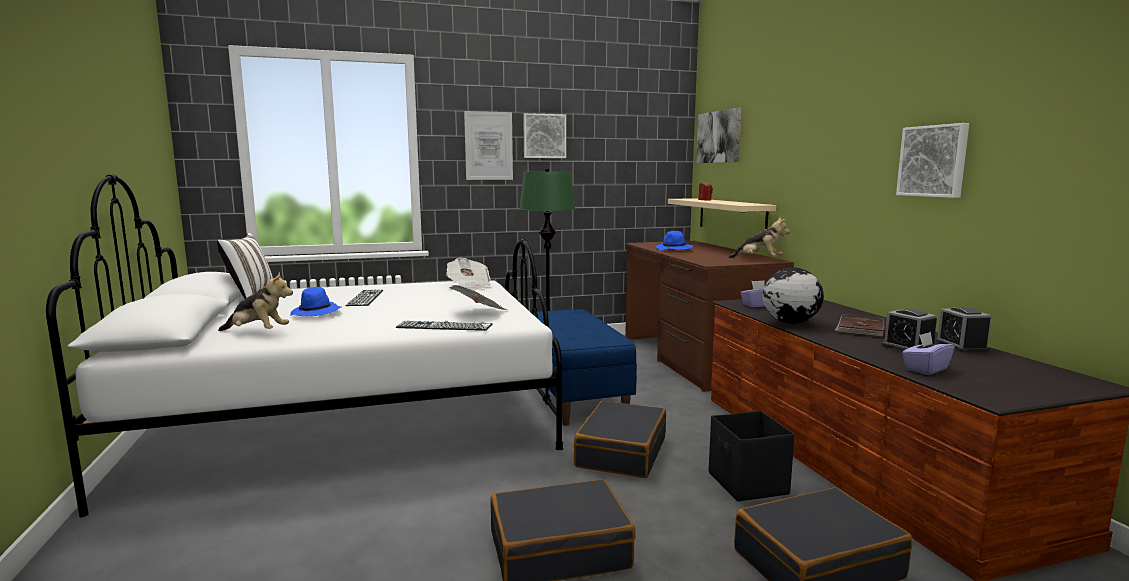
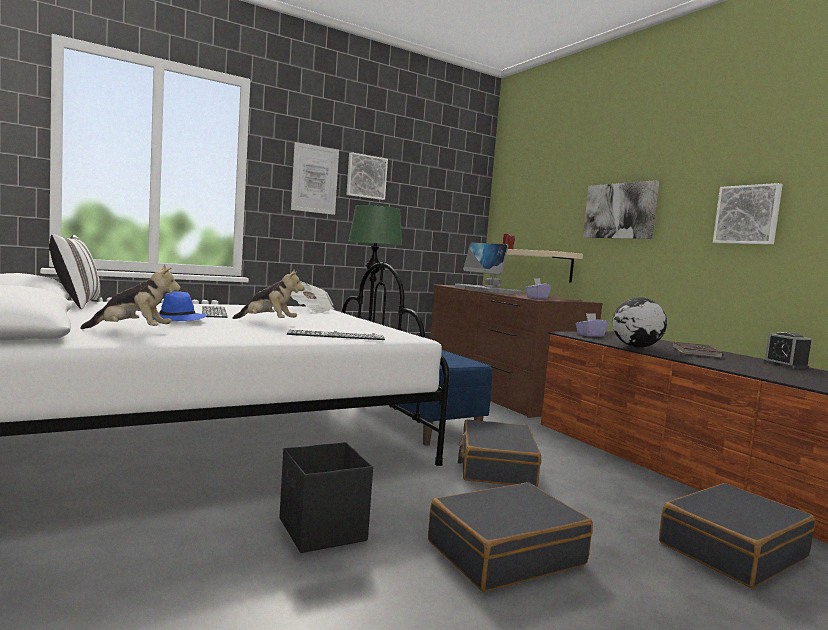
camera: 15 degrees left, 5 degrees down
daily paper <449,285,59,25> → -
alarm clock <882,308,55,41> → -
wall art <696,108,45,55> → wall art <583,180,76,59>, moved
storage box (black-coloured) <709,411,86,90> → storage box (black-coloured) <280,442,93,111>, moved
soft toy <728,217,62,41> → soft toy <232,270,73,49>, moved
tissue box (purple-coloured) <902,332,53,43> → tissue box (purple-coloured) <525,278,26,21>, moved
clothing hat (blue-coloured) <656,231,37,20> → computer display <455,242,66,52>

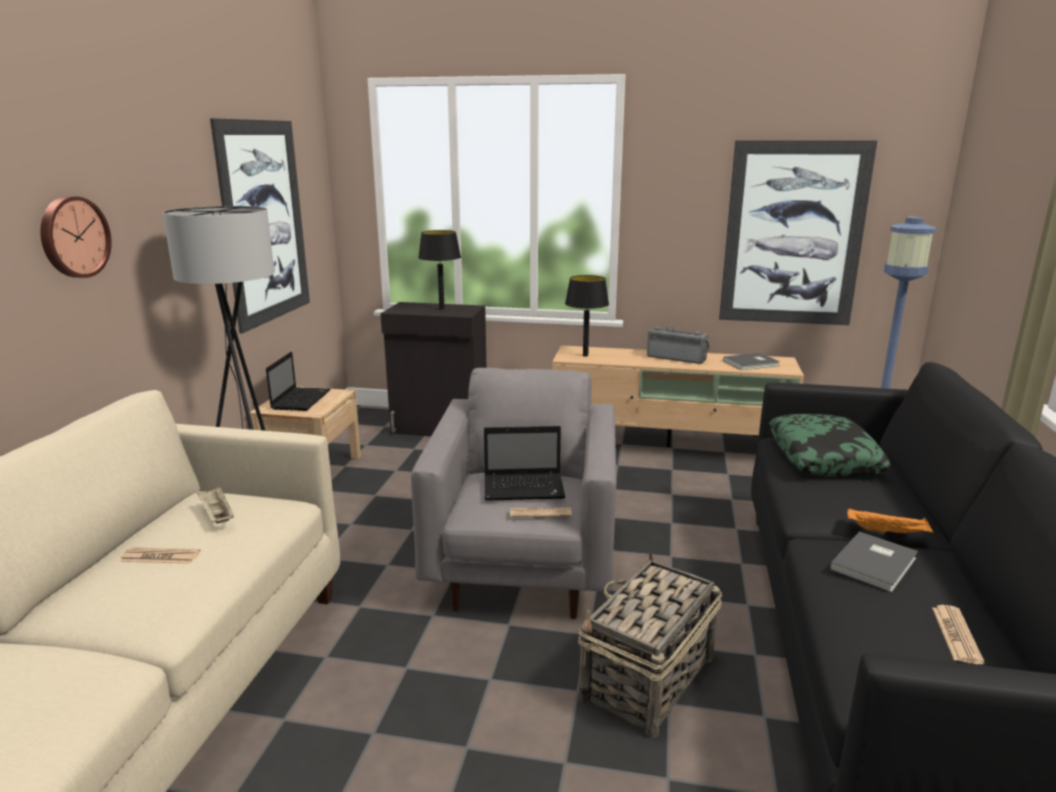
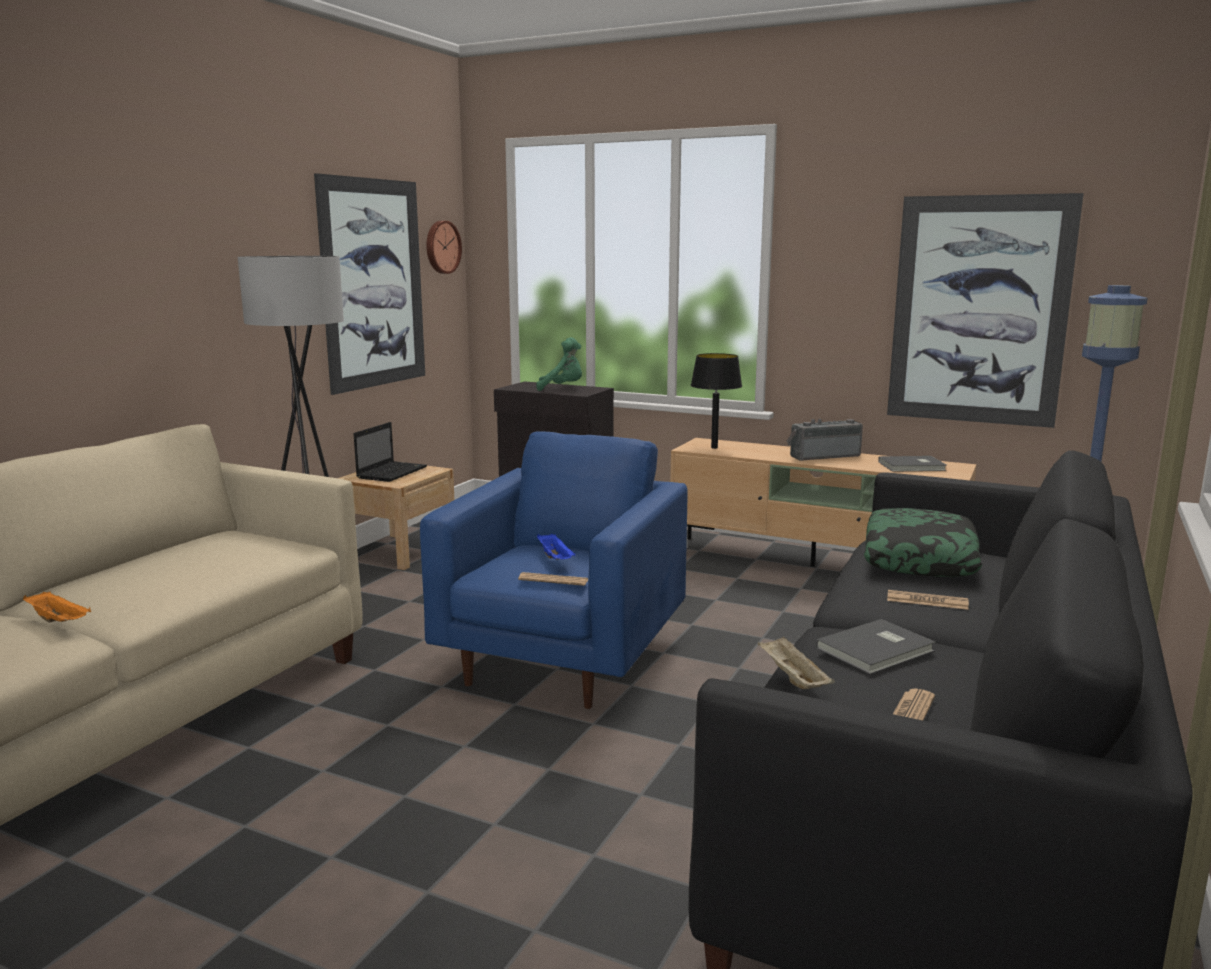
camera: 15 degrees right, 5 degrees down
storage basket <578,551,144,187> → -
clock on the wall <40,196,72,82> → clock on the wall <427,221,35,53>, moved
daily paper <120,547,81,17> → daily paper <887,590,82,20>, moved
tray (beige) <197,487,37,37> → tray (beige) <758,636,77,53>, moved
tray (orange-coloured) <847,508,86,27> → tray (orange-coloured) <23,592,68,31>, moved
table lamp (black-coloured) <418,230,43,80> → soft toy (greenish) <536,337,46,54>
notebook computer <484,426,81,75> → tray (blue-coloured) <537,534,38,26>
lounge chair (greyish) <411,368,205,251> → lounge chair (blue-coloured) <420,431,268,278>
radio receiver <647,326,63,38> → radio receiver <787,419,76,42>, 60 degrees counterclockwise

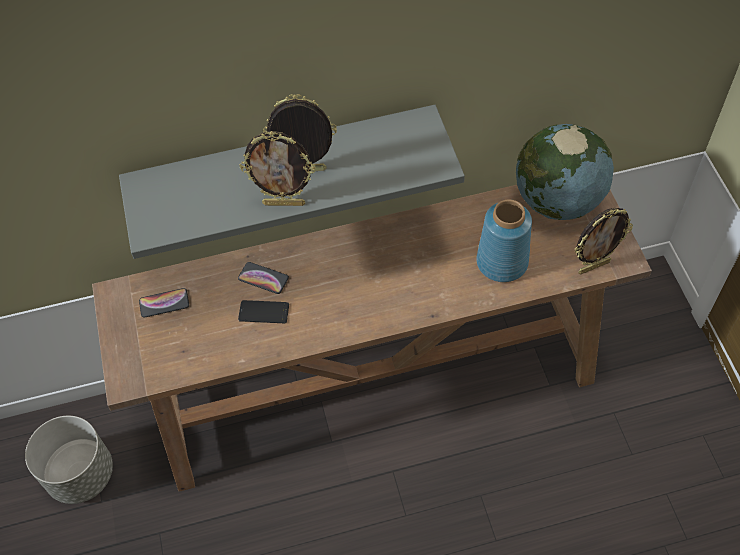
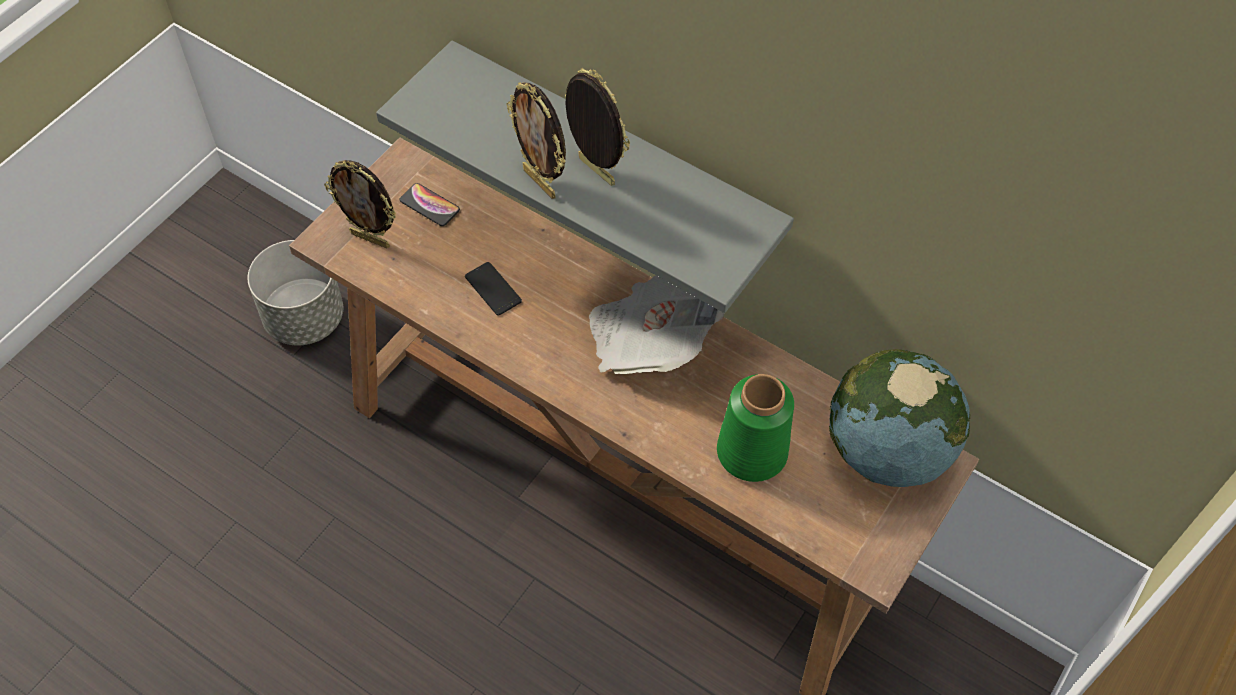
camera: 45 degrees right, 0 degrees up
phone <238,262,51,32> → -
- → daily paper <589,275,135,99>
picture frame <575,208,58,66> → picture frame <324,160,72,88>, moved
decorative vase (blue-coloured) <476,199,56,83> → decorative vase (greenish) <717,374,77,108>

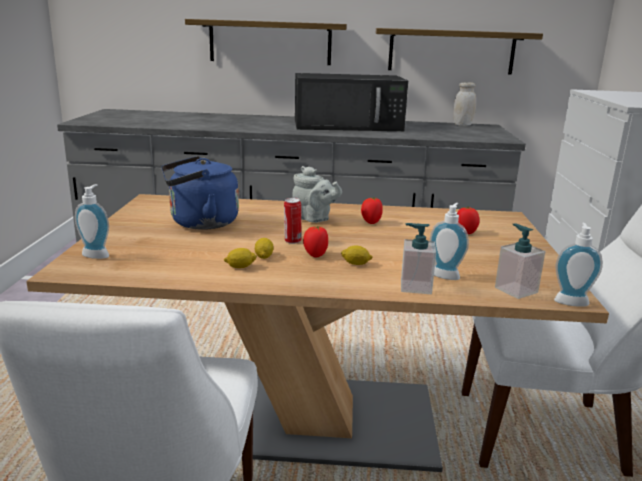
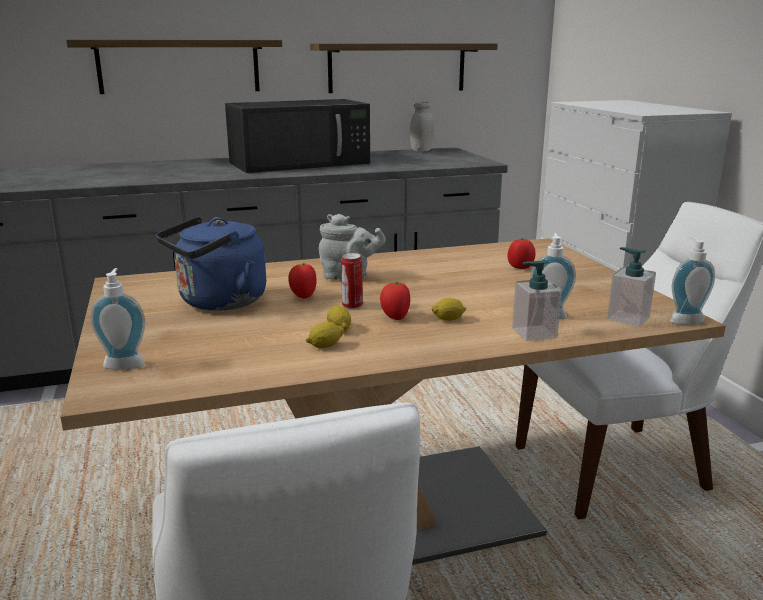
camera: 20 degrees left, 0 degrees up
fresh tomato <361,197,22,27> → fresh tomato <288,263,29,36>, moved

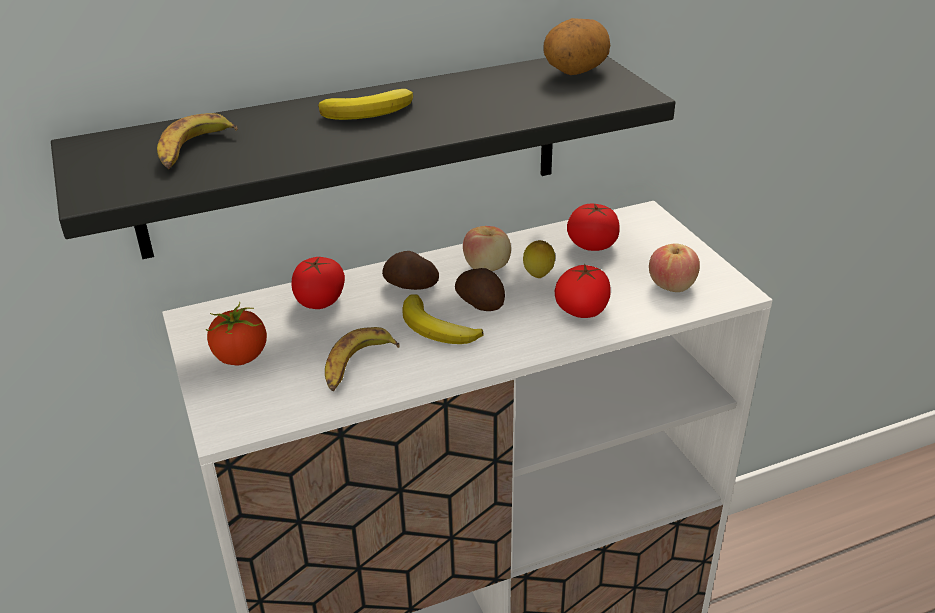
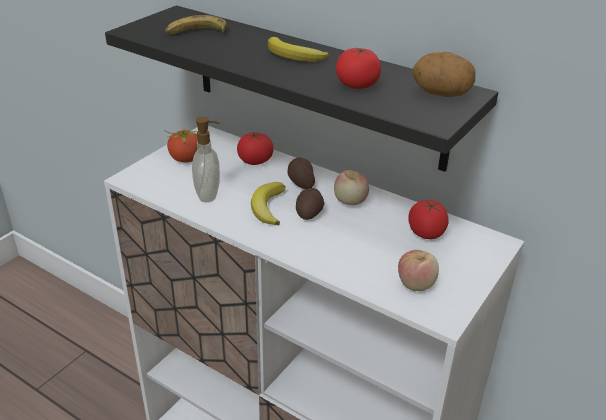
camera: 55 degrees right, 0 degrees up
whole lemon <523,240,32,38> → -
fresh tomato <555,263,56,55> → fresh tomato <336,48,45,41>, moved
whole banana <325,327,75,64> → soap dispenser <192,117,28,85>

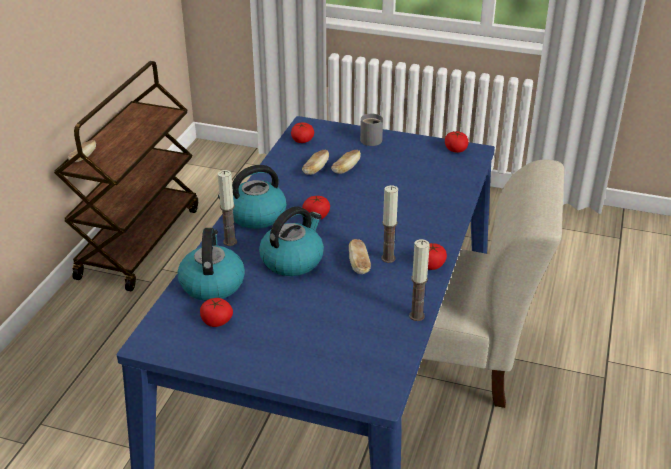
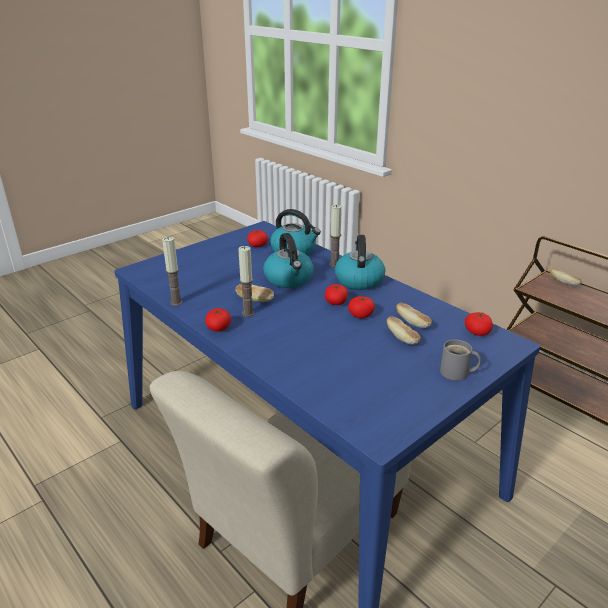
camera: 120 degrees right, 5 degrees down
fresh tomato <445,131,24,22> → fresh tomato <348,296,27,23>, moved

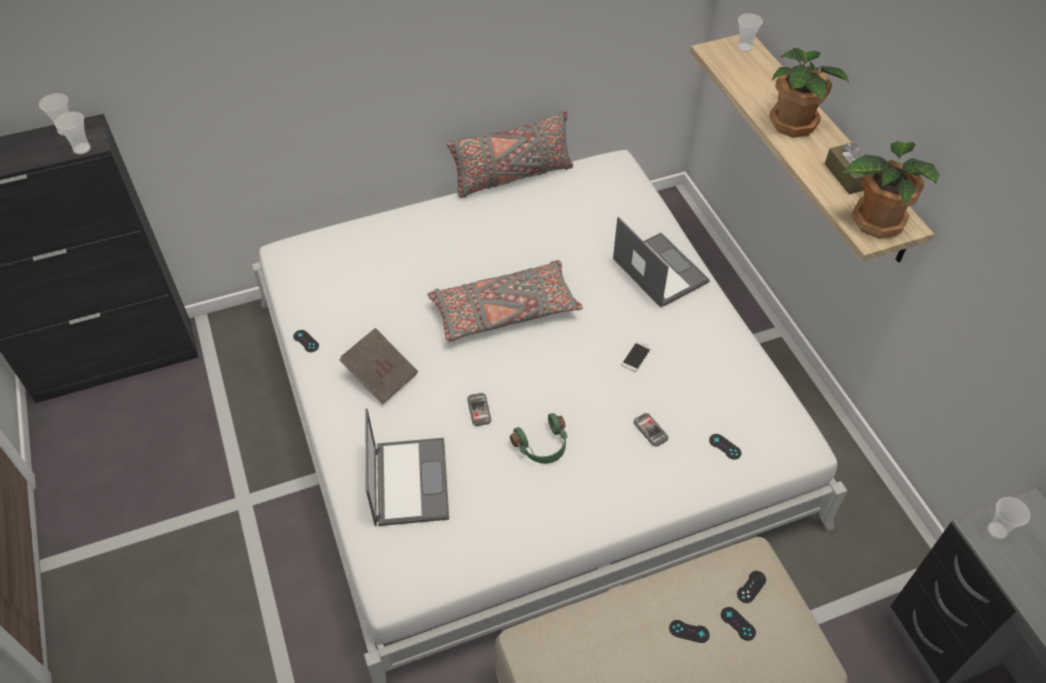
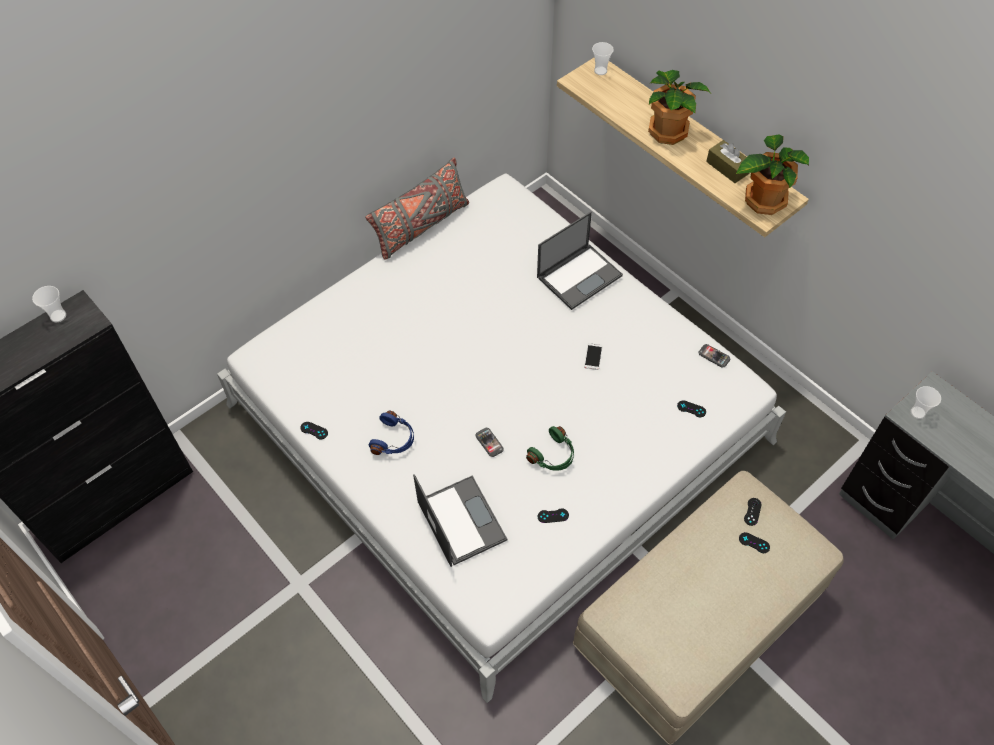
camera: 20 degrees left, 5 degrees up
small cup <54,112,37,42> → -
cushion (greyish) <428,260,155,82> → -
phone <633,413,36,34> → phone <699,344,31,24>, moved
joypad (black-coloured) <669,620,41,23> → joypad (black-coloured) <538,509,31,14>, moved
bound book (brown-coloured) <339,328,79,76> → pair of headphones (blue-coloured) <369,410,45,45>
notebook computer <613,217,97,91> → notebook computer <537,212,86,98>, 105 degrees clockwise

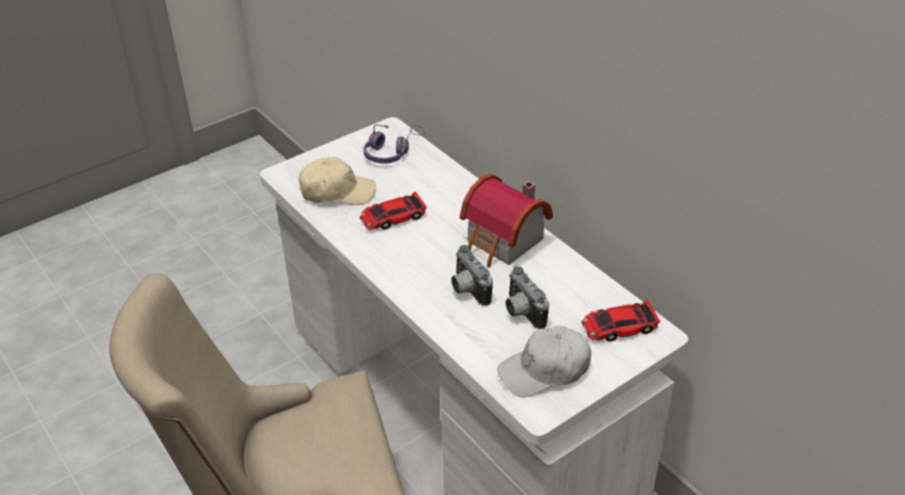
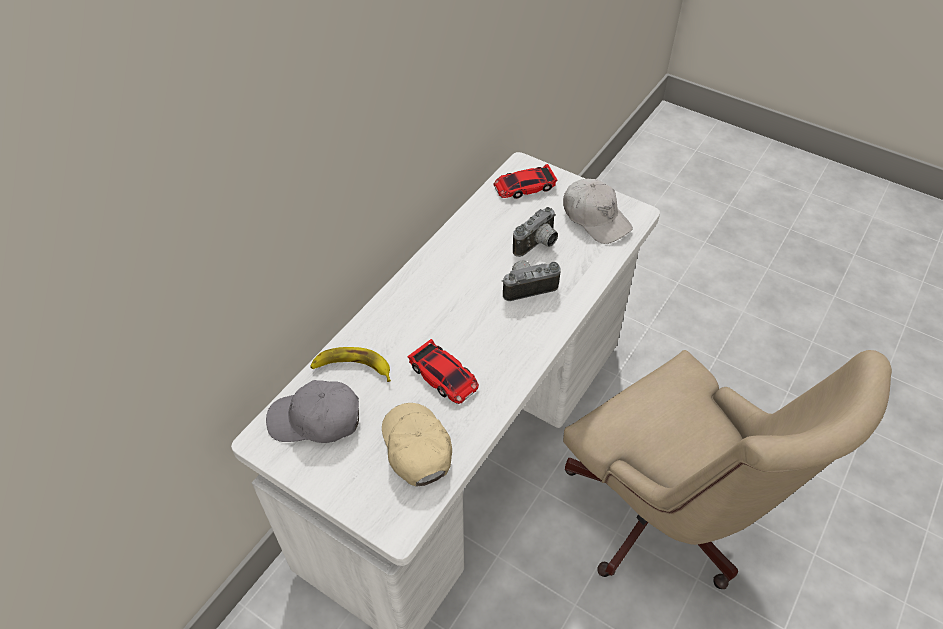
camera: 110 degrees left, 10 degrees up
model house <460,174,93,94> → -
- → whole banana <310,347,81,35>
pair of headphones (purple-coloured) <363,125,61,38> → cap (greyish) <266,380,93,63>
still camera <451,245,42,61> → still camera <501,260,60,41>, 150 degrees counterclockwise
miniature car <582,300,79,42> → miniature car <494,164,64,35>, 105 degrees clockwise

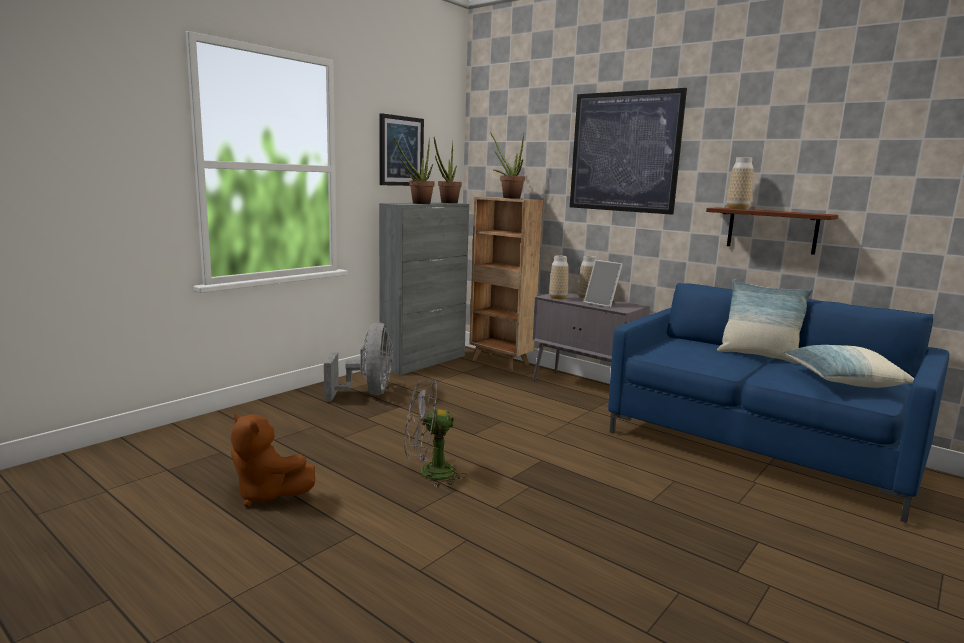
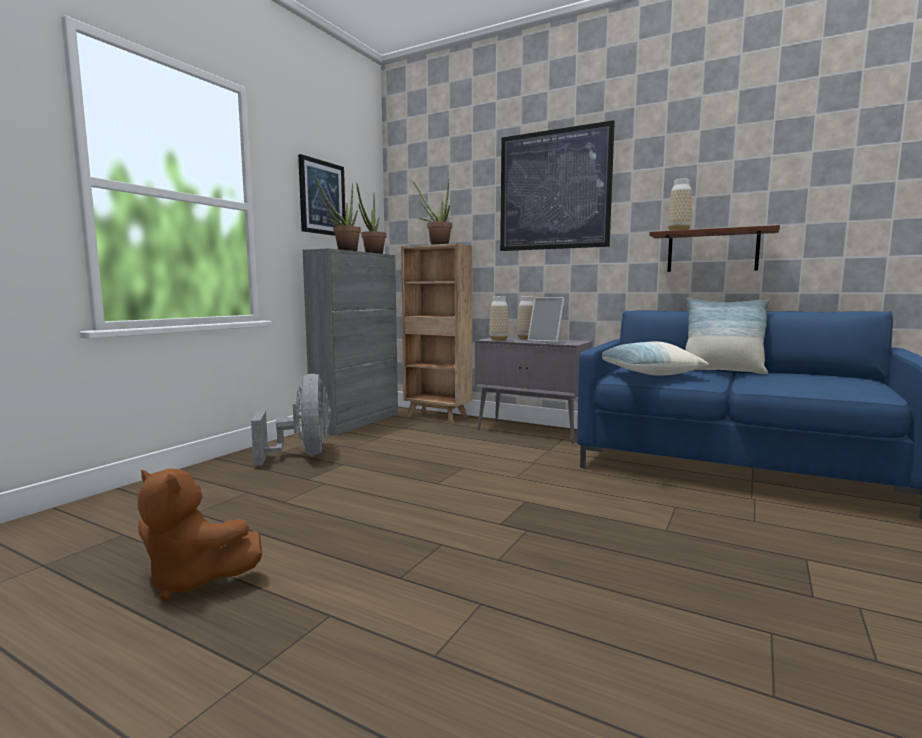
camera: 10 degrees left, 5 degrees down
cooling fan (greyish) <405,380,62,107> → -
cushion <784,345,130,43> → cushion <602,342,107,34>, moved

